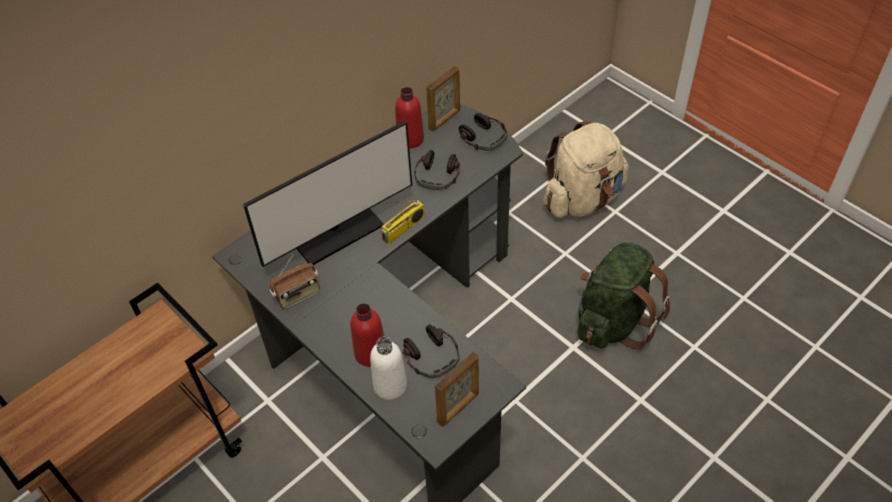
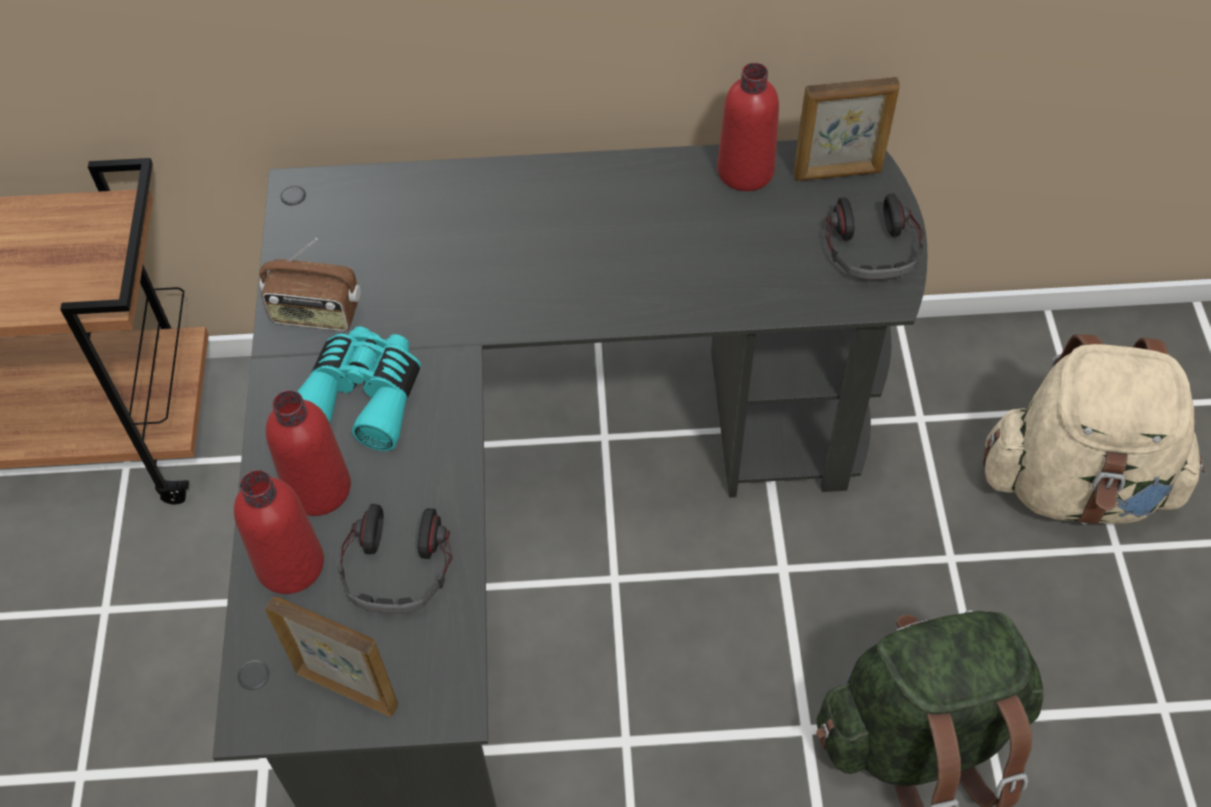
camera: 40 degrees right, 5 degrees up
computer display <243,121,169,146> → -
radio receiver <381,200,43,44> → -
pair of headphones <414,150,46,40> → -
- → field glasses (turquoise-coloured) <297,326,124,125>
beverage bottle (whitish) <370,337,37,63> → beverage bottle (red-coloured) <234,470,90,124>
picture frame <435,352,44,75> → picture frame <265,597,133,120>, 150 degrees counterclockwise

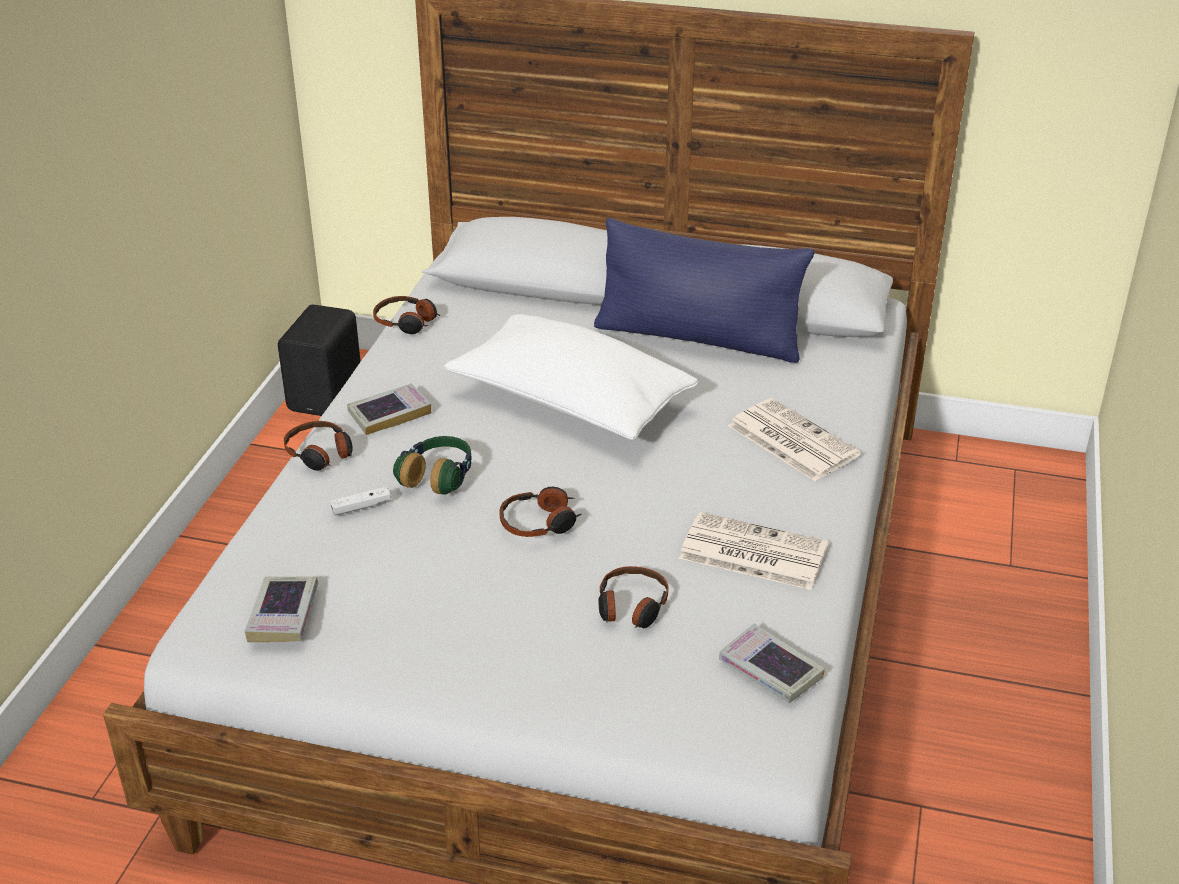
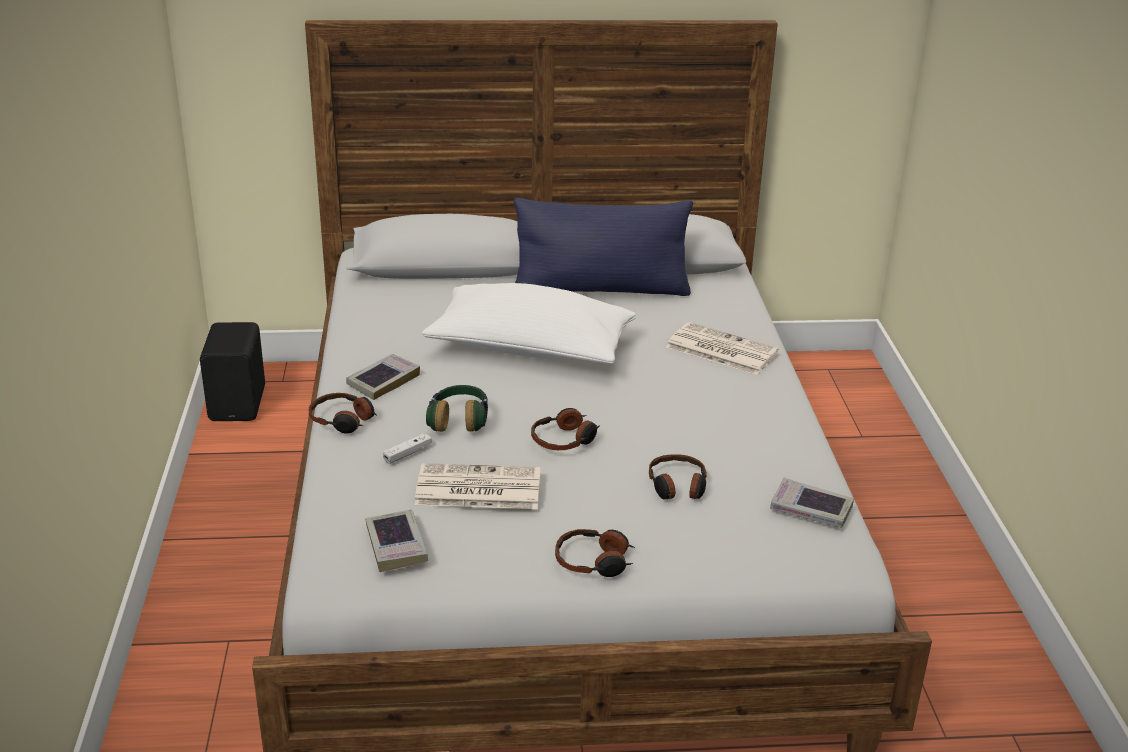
camera: 20 degrees left, 5 degrees down
pair of headphones <373,296,67,38> → pair of headphones <555,529,80,48>, moved
daily paper <679,512,149,78> → daily paper <415,463,125,46>, moved

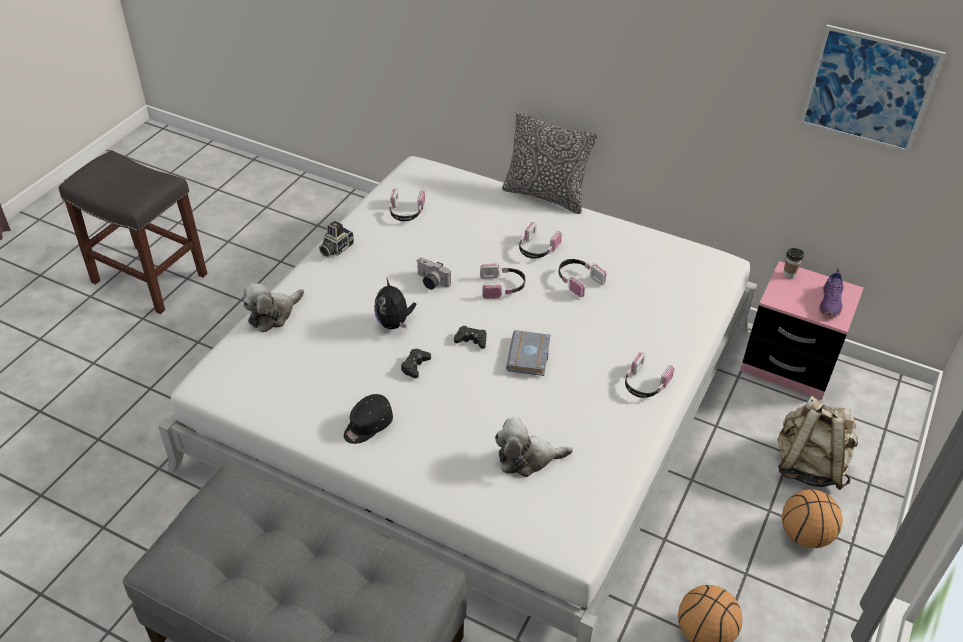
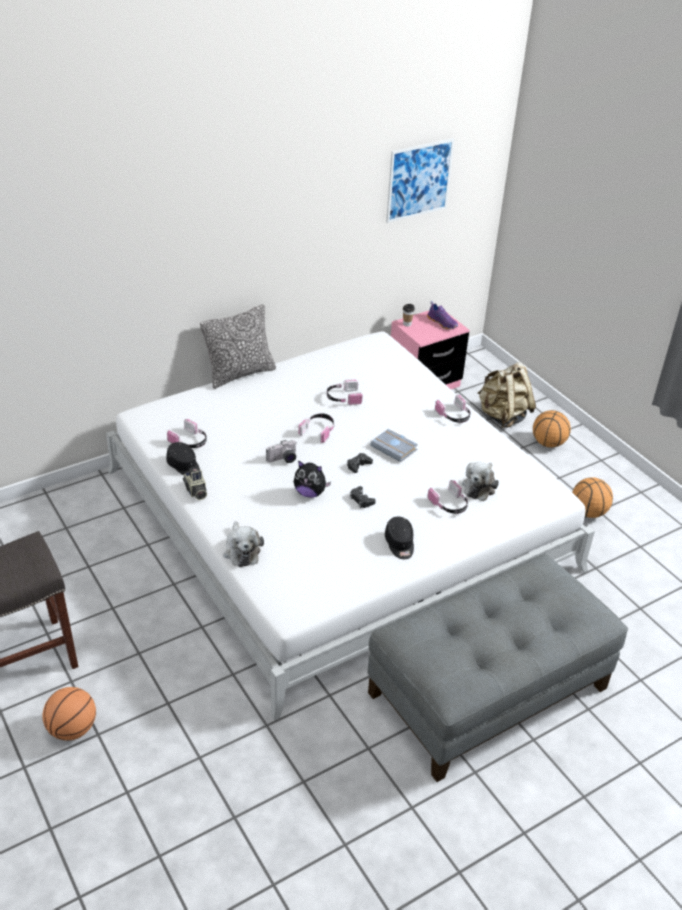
camera: 60 degrees left, 5 degrees down
- → ball for basketball <42,687,54,53>
- → cap (black-coloured) <166,442,33,33>
pair of headphones <519,222,43,37> → pair of headphones <428,480,40,34>, moved

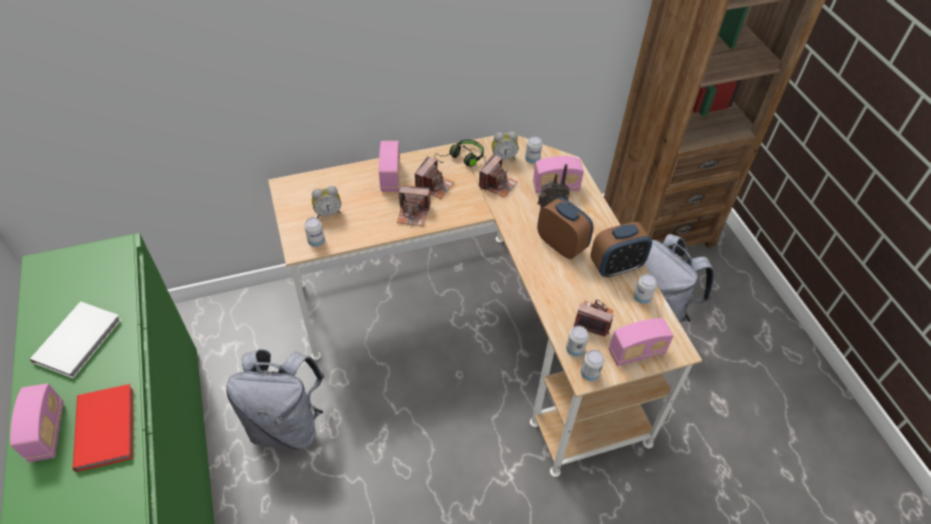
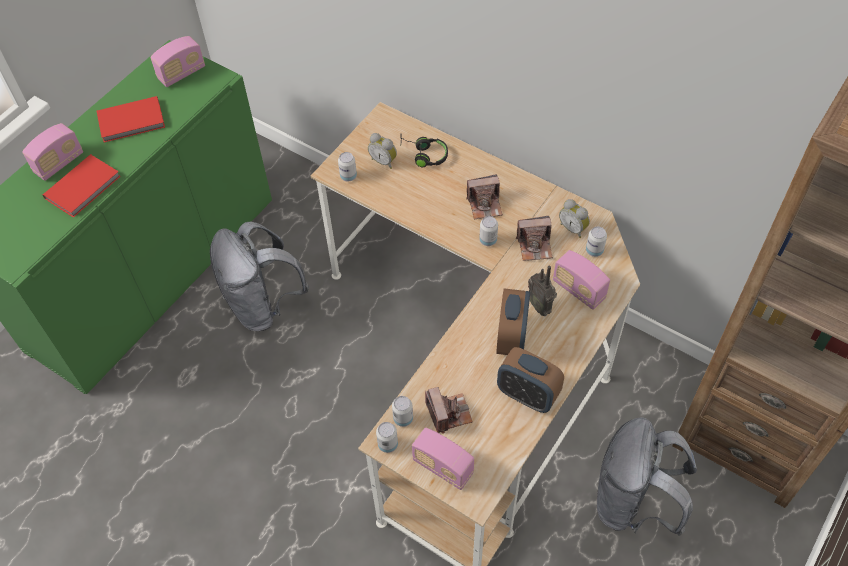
camera: 55 degrees right, 5 degrees up
still camera <397,186,34,40> → -
radio receiver <379,141,21,51> → radio receiver <150,36,55,51>, moved
pair of headphones (black-coloured) <434,140,50,27> → pair of headphones (black-coloured) <400,135,48,32>, moved
can <634,274,23,30> → can <479,216,19,30>, moved
bound book (whitish) <30,302,91,76> → bound book (red-coloured) <97,96,68,46>

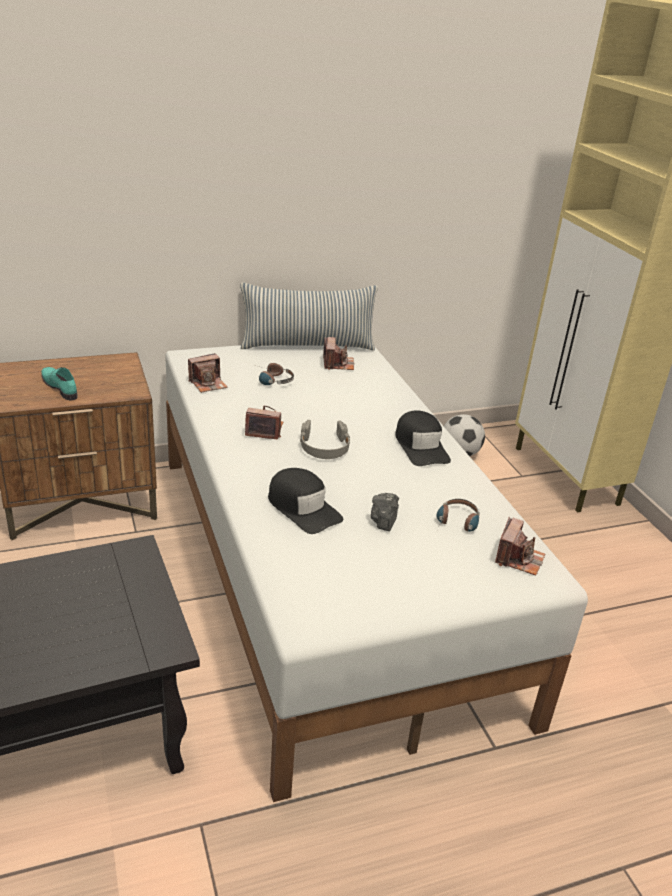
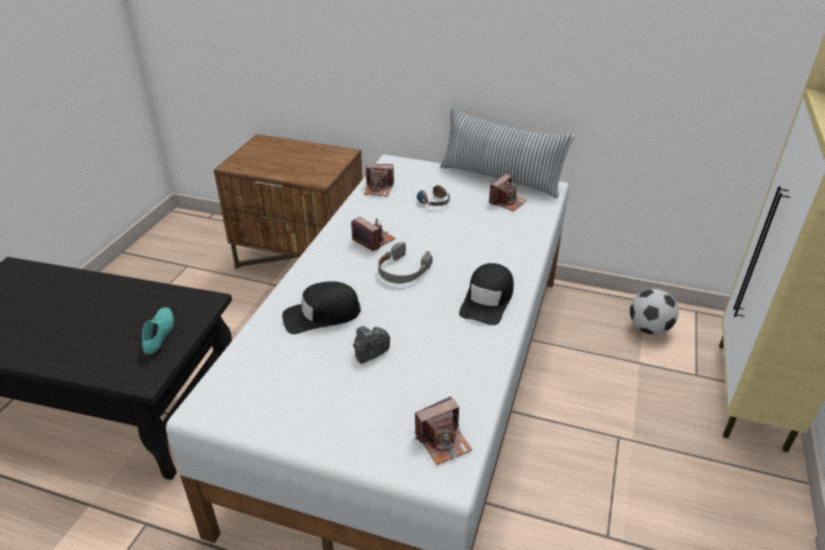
camera: 40 degrees right, 5 degrees up
pair of headphones <436,499,44,33> → -
item of footwear (turquoise-coloured) <41,367,37,33> → item of footwear (turquoise-coloured) <142,307,33,53>, moved
cap (black-coloured) <268,468,75,66> → cap (black-coloured) <282,281,79,53>, 75 degrees clockwise

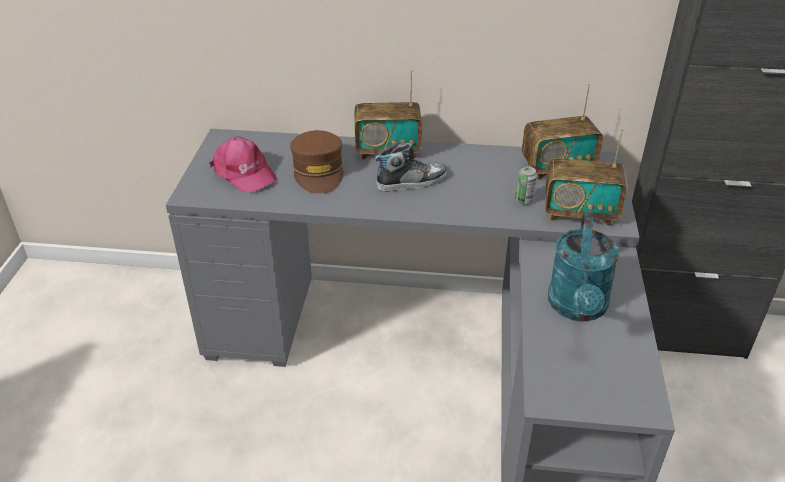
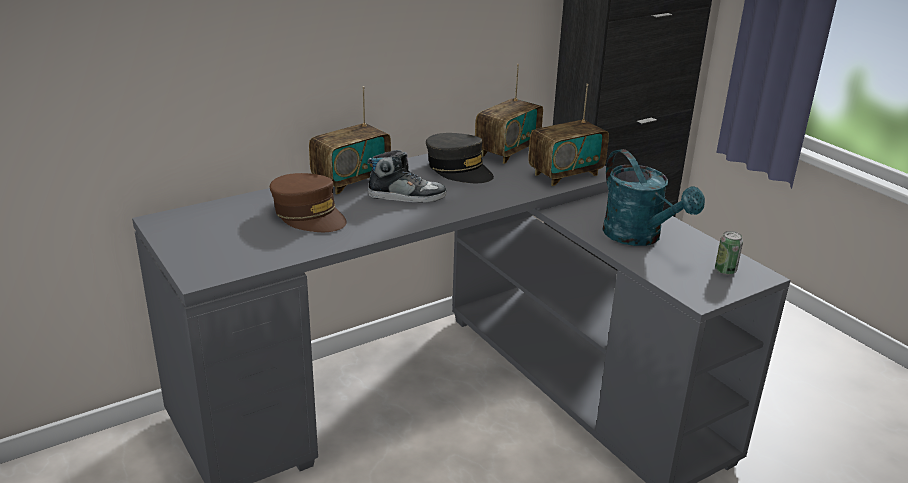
camera: 40 degrees left, 10 degrees down
cap (pink) <210,136,67,56> → -
- → cap (greyish) <426,133,68,50>
can <515,166,22,39> → can <715,231,28,44>, moved
item of footwear <375,141,71,51> → item of footwear <367,150,79,53>, 60 degrees clockwise

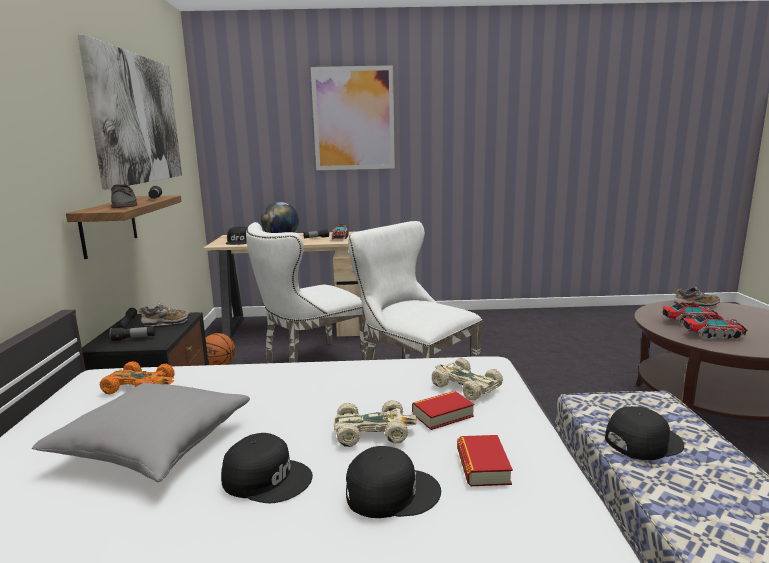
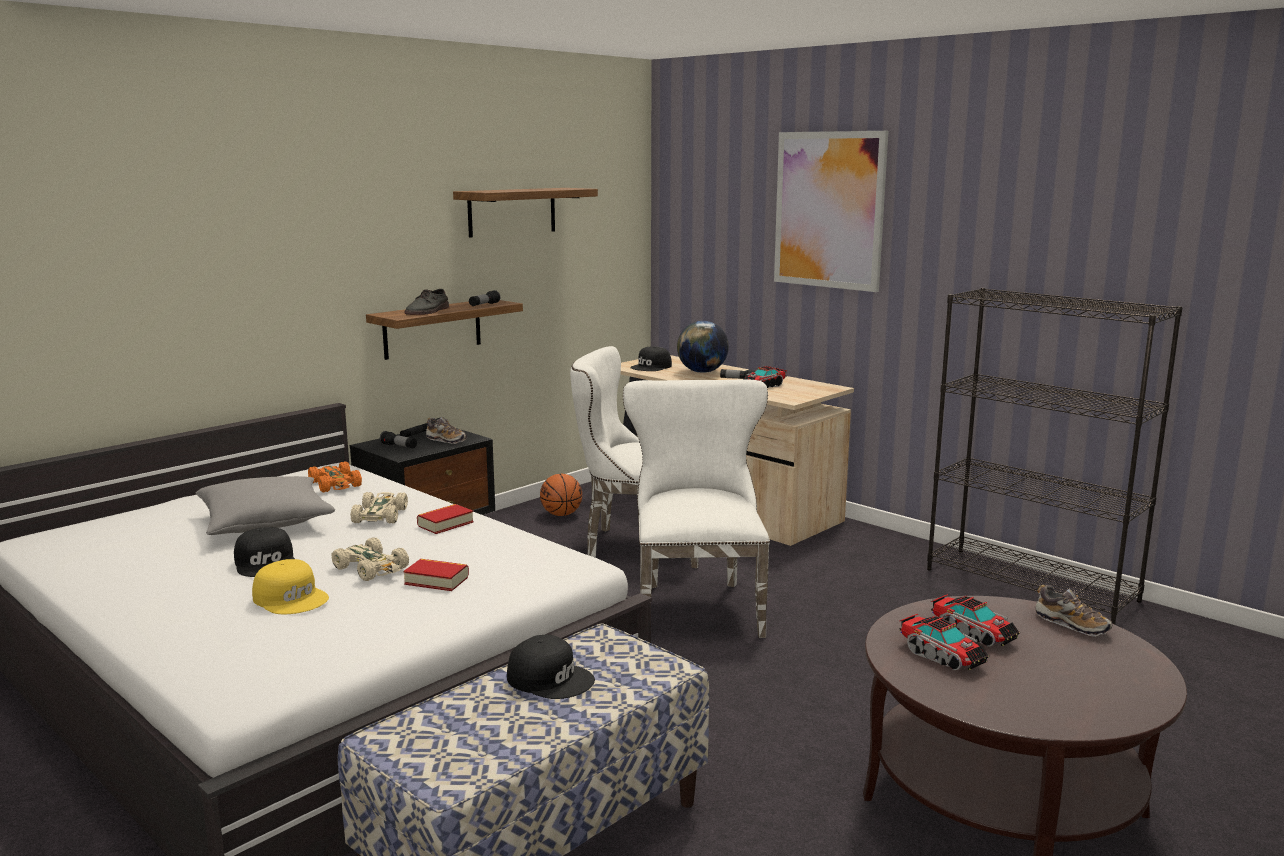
camera: 45 degrees right, 0 degrees up
- → bookshelf (black-coloured) <927,288,256,337>
miniature car (beige) <432,358,71,42> → miniature car (beige) <350,492,58,32>, moved
bound book <457,435,56,51> → bound book <417,504,57,30>, moved
wall art <78,35,104,154> → shelf <453,188,145,50>
cap (black-coloured) <346,446,95,72> → cap (yellowish) <252,559,77,55>

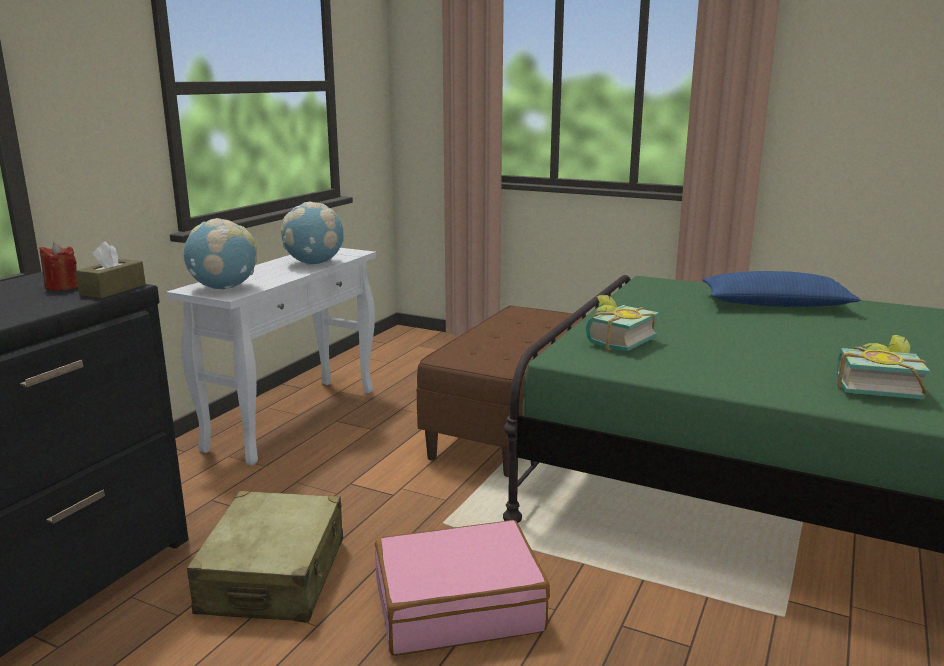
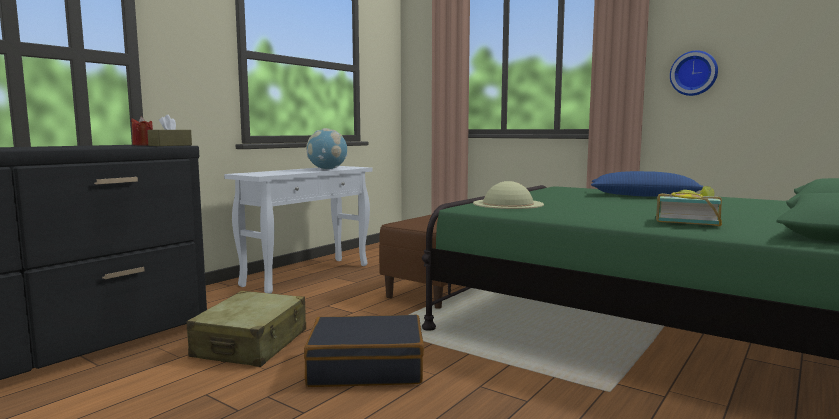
camera: 10 degrees right, 10 degrees down
desk globe <183,218,74,71> → -
- → clock on the wall <670,50,48,46>
bound book <586,295,73,56> → clothing hat (beige) <473,181,71,28>
suitcase (pink) <375,520,175,136> → suitcase (black-coloured) <304,315,120,72>

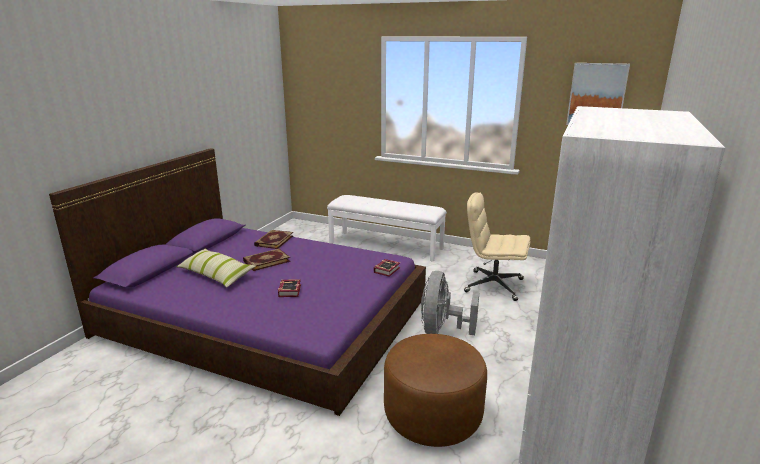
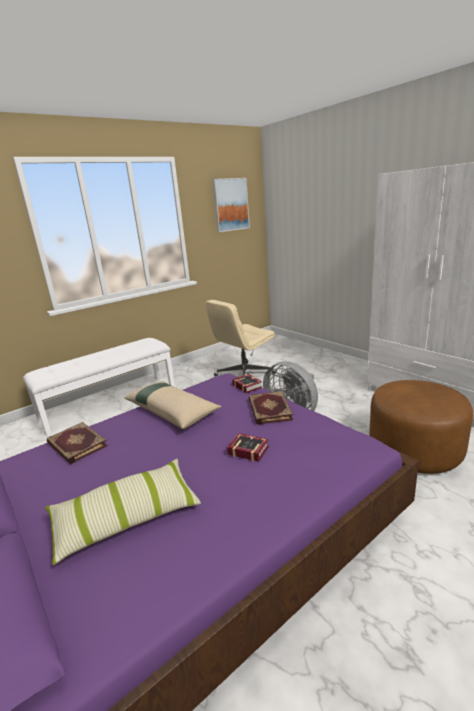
camera: 60 degrees left, 0 degrees up
- → cushion (beige) <124,381,98,48>
bound book <243,249,48,22> → bound book <249,391,44,34>, moved

